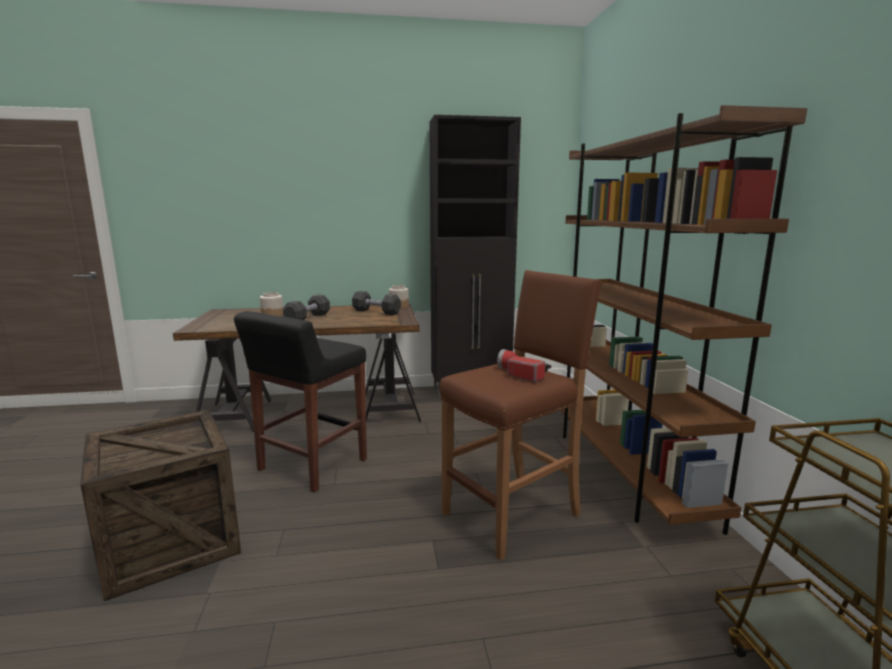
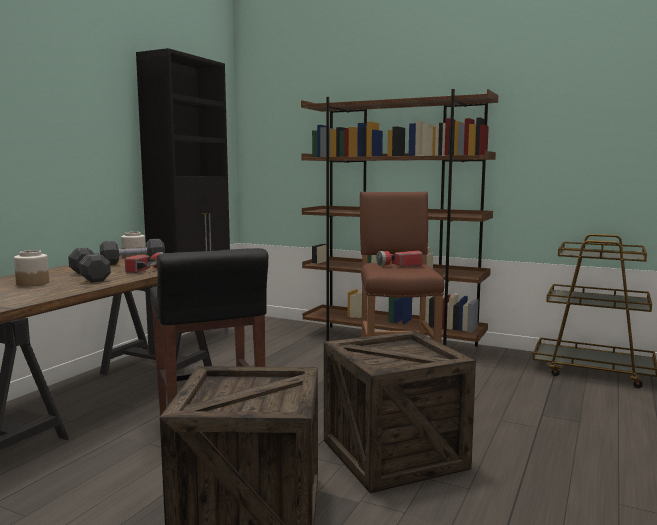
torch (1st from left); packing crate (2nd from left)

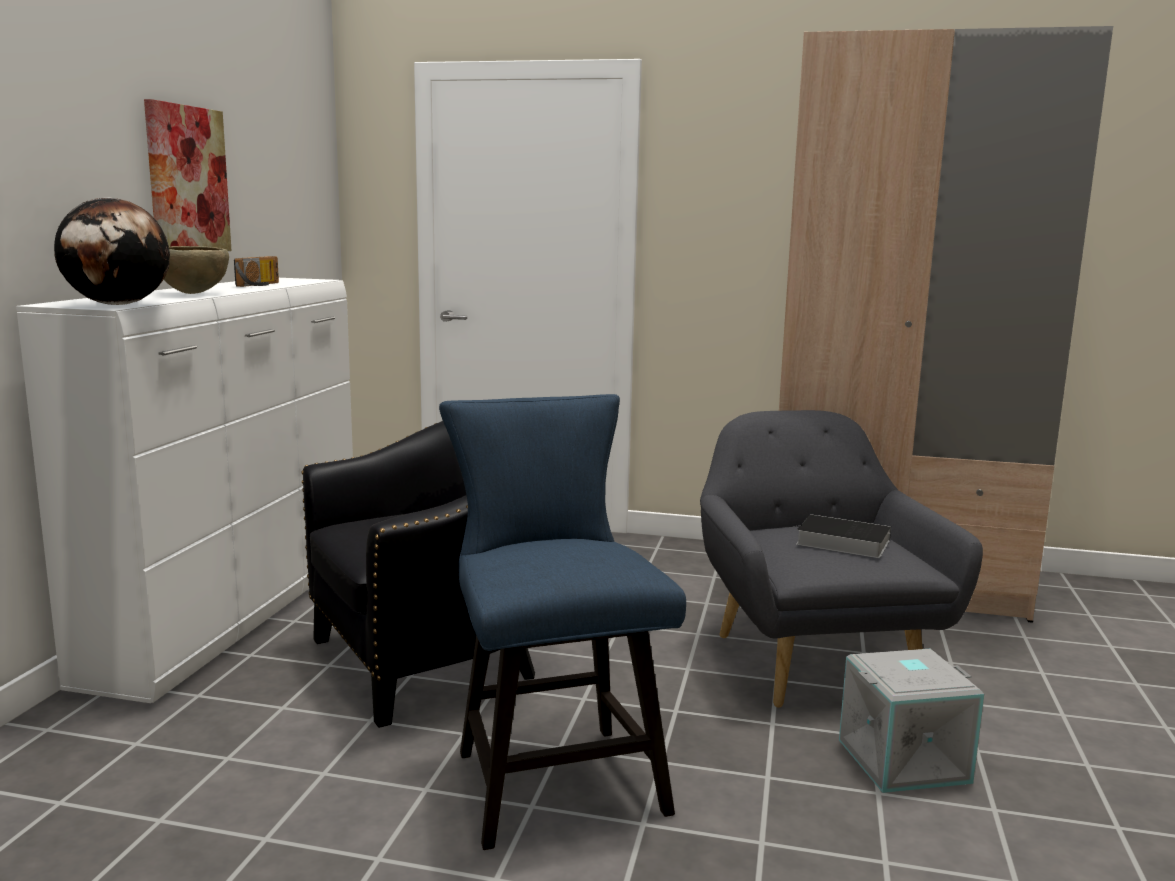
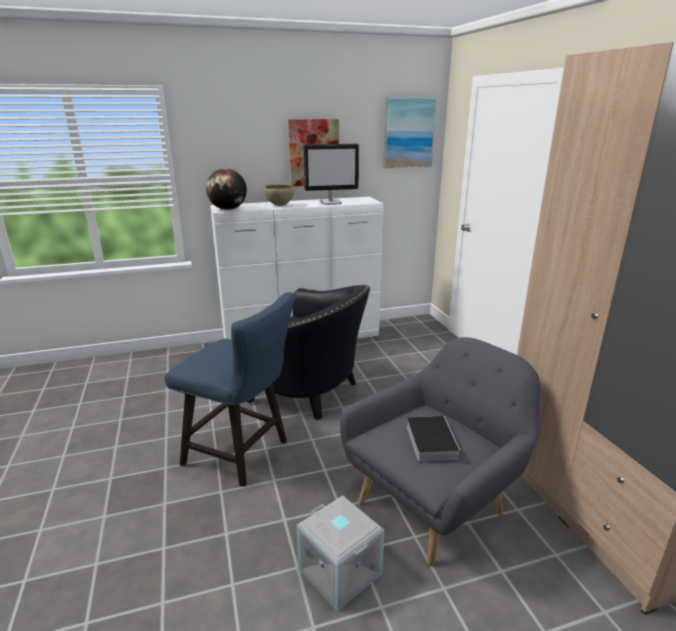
monitor; blue-coloured plain chair; wall picture (2nd from left)

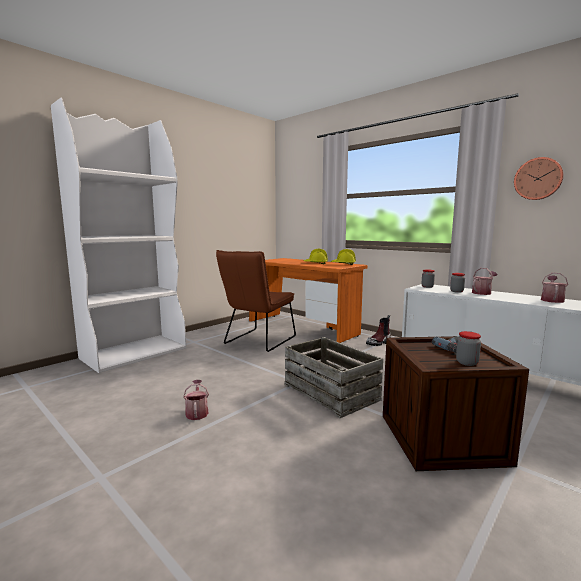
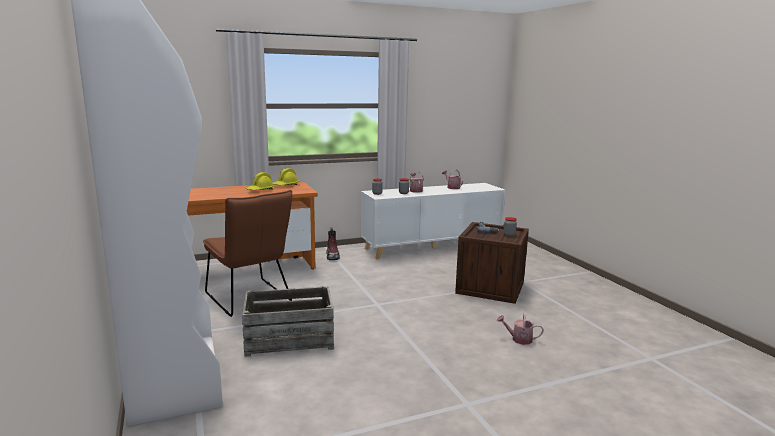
watering can (3rd from left); packing crate (1st from left); clock on the wall

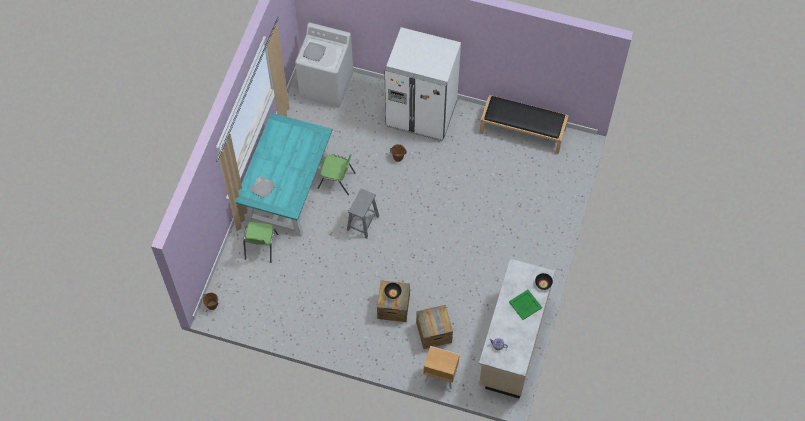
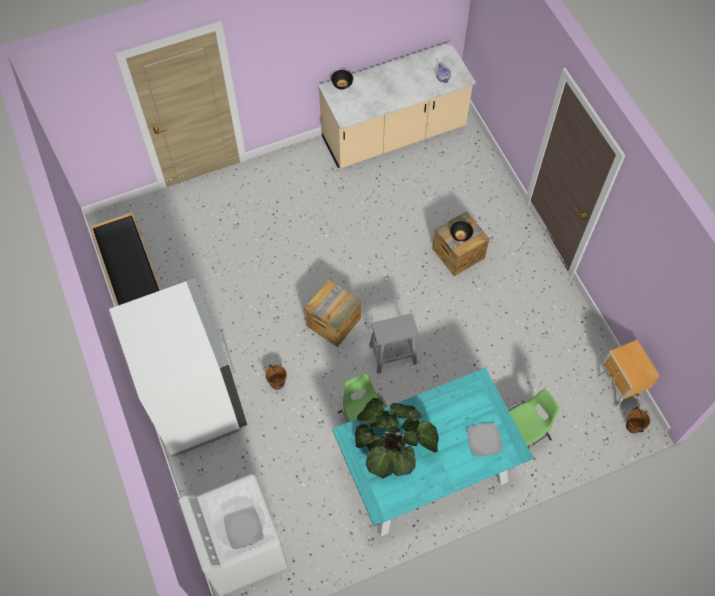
packing crate (1st from left); brownish bedside table; green-coloured serving tray; potted plant

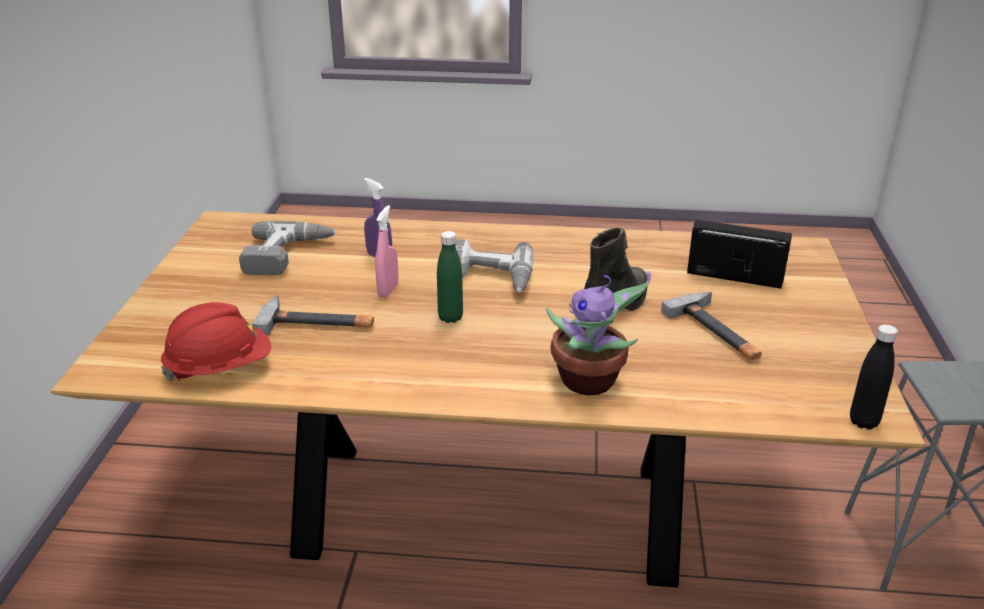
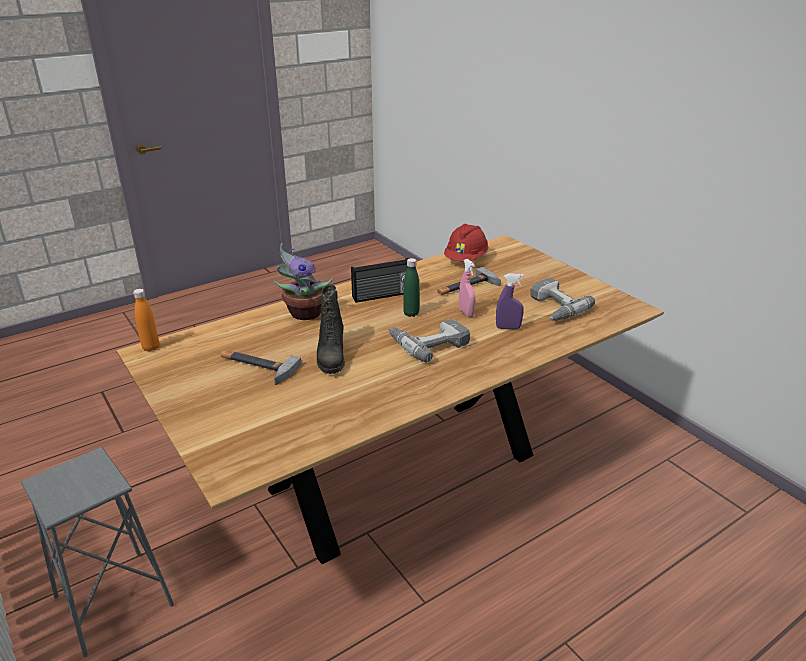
radio set; orange-coloured drink bottle

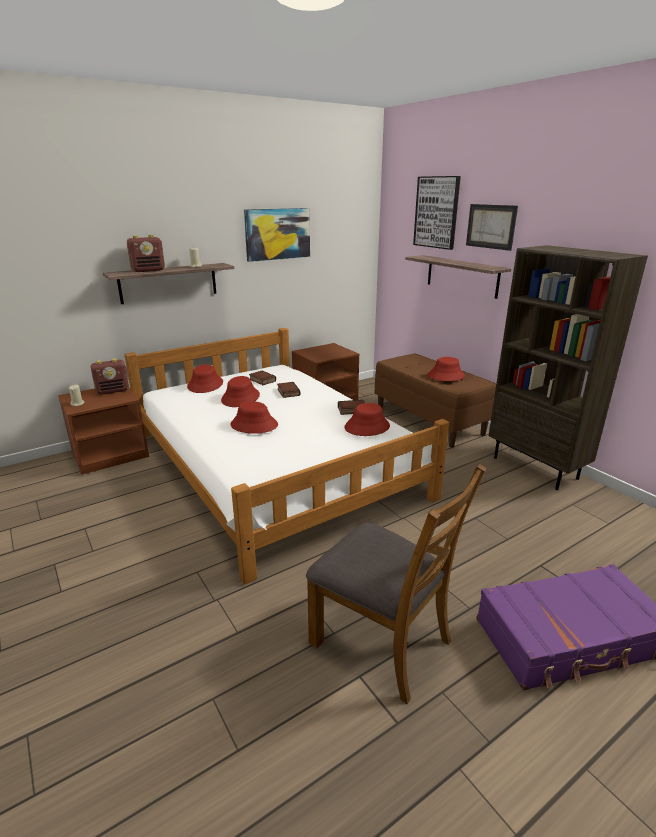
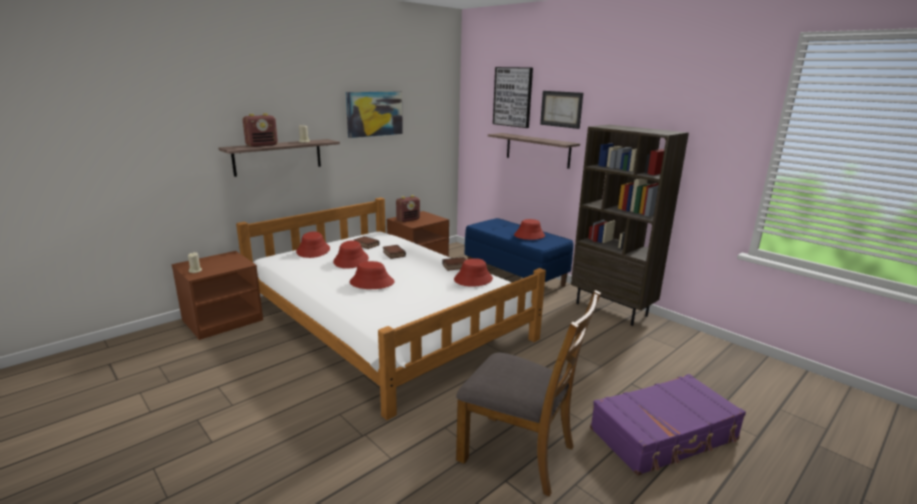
radio set (2nd from left); blue-coloured bench

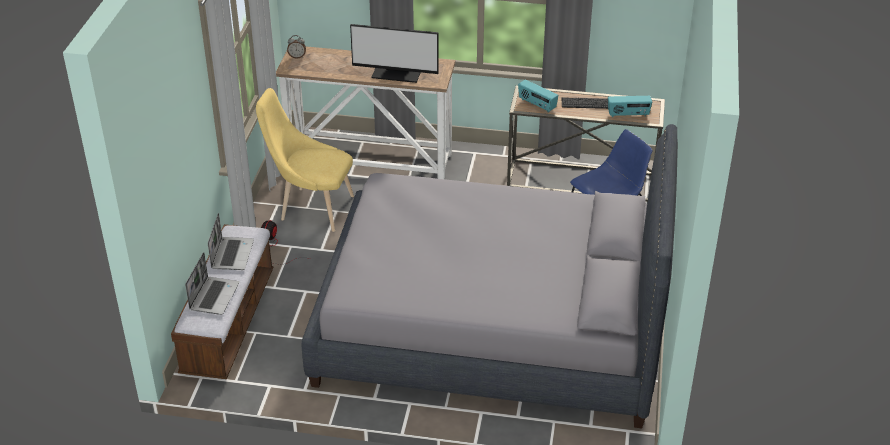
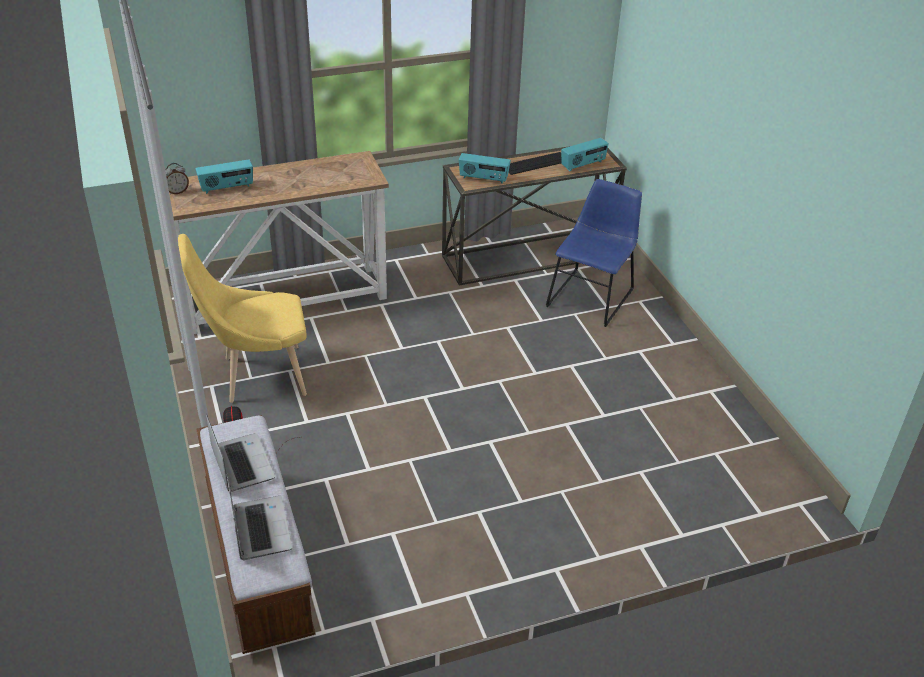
greyish bedroom bed; monitor; radio set (1st from left)

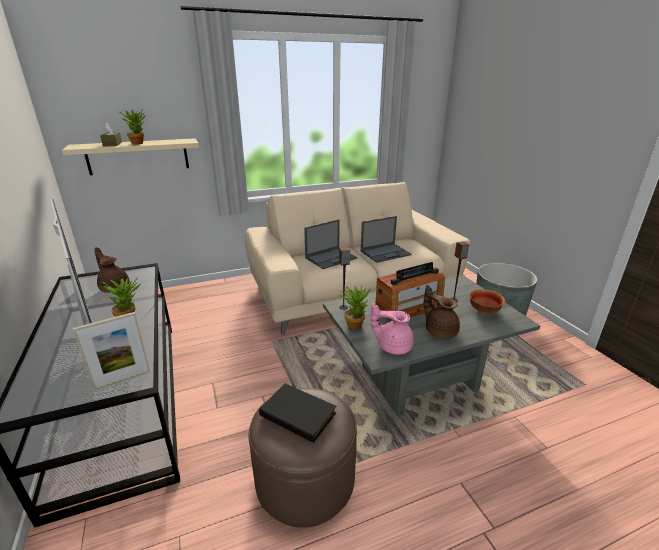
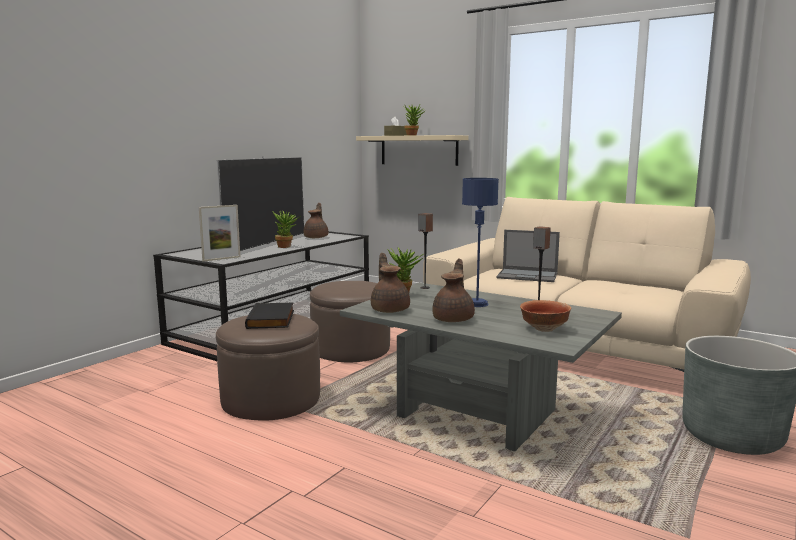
photo frame; portable computer (2nd from left in the first image); brownish tea pot (2nd from left); blue-coloured table lamp; brownish ottoman (2nd from left)

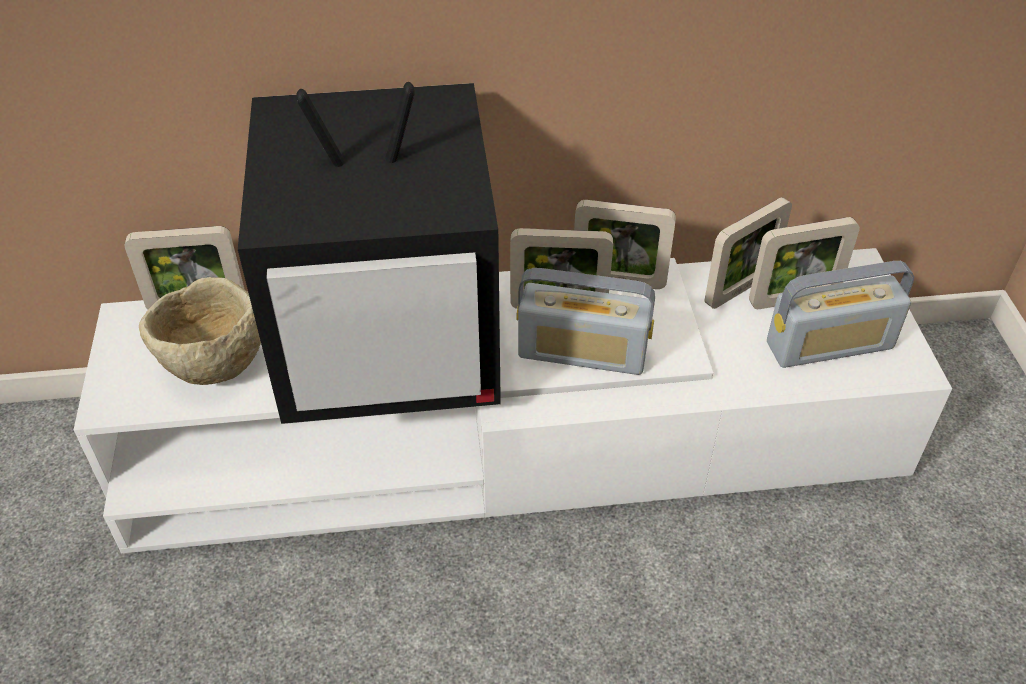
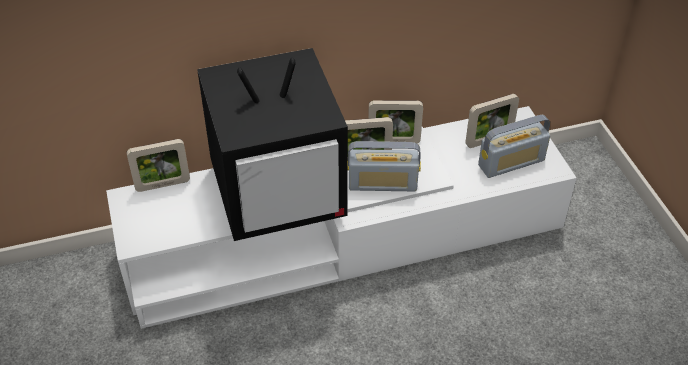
sand-coloured serving bowl; photo frame (4th from left in the first image)

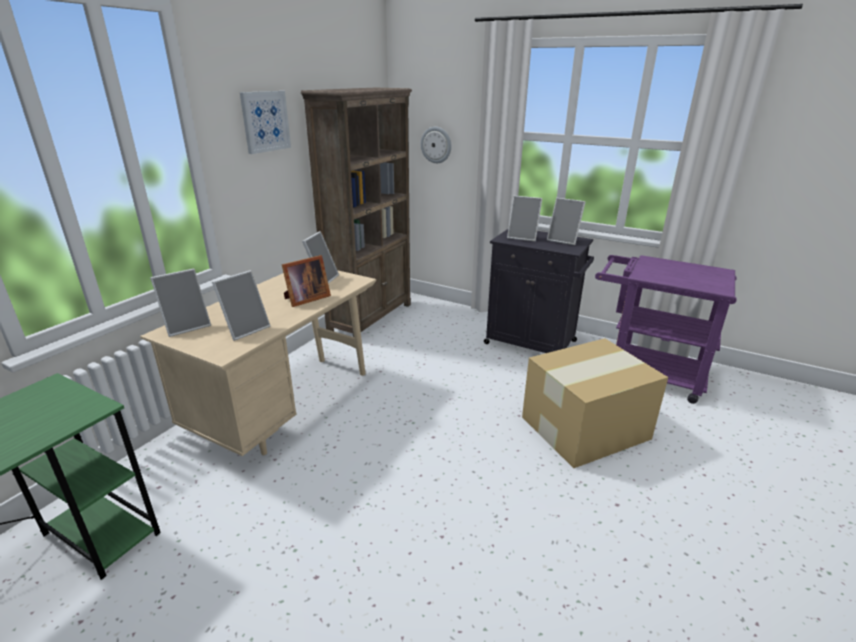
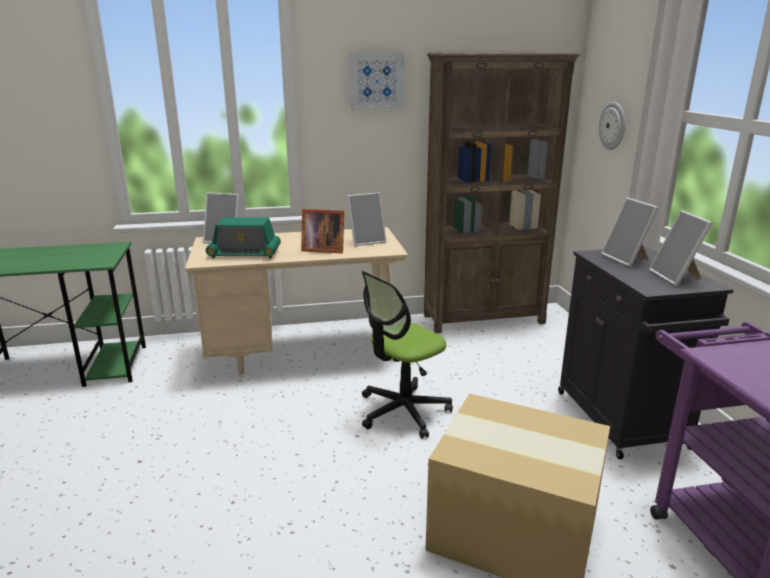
radio set; computer chair

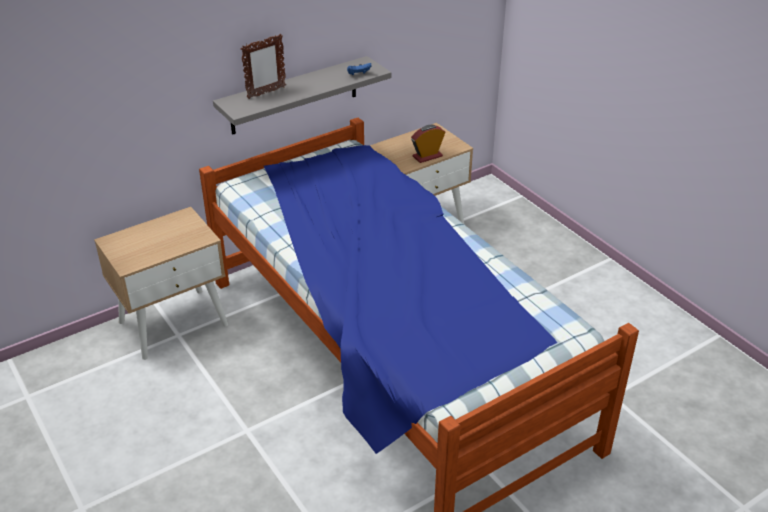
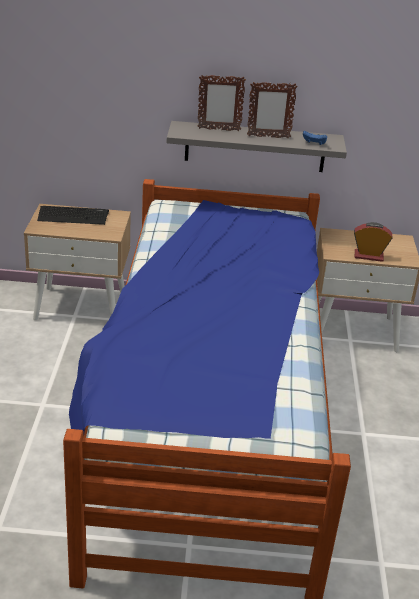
computer keyboard; photo frame (2nd from left)

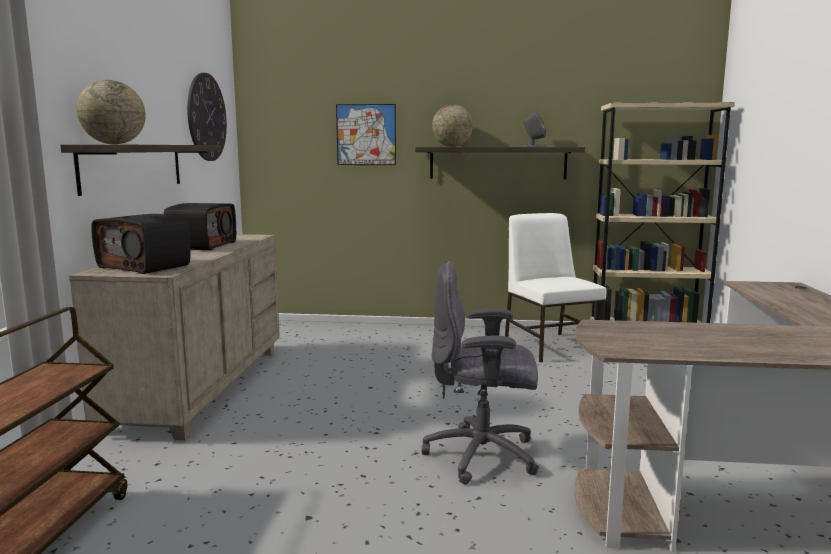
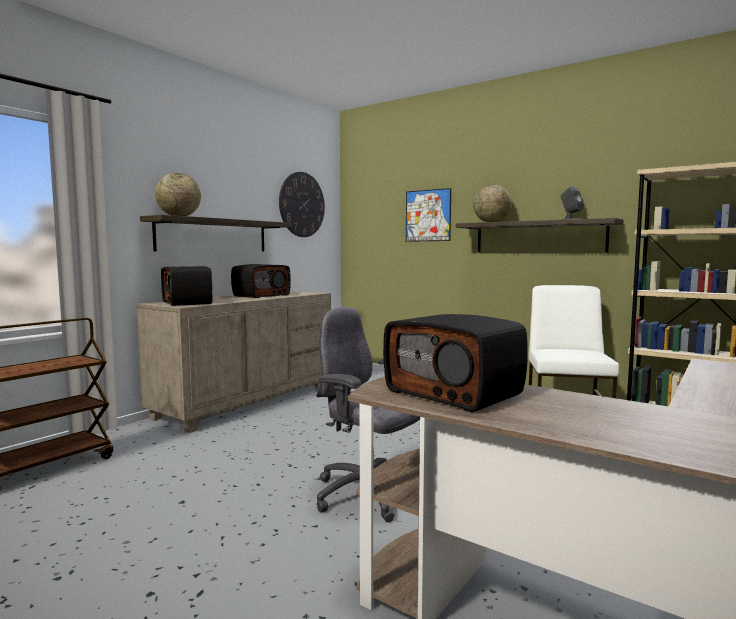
radio set (3rd from left)

